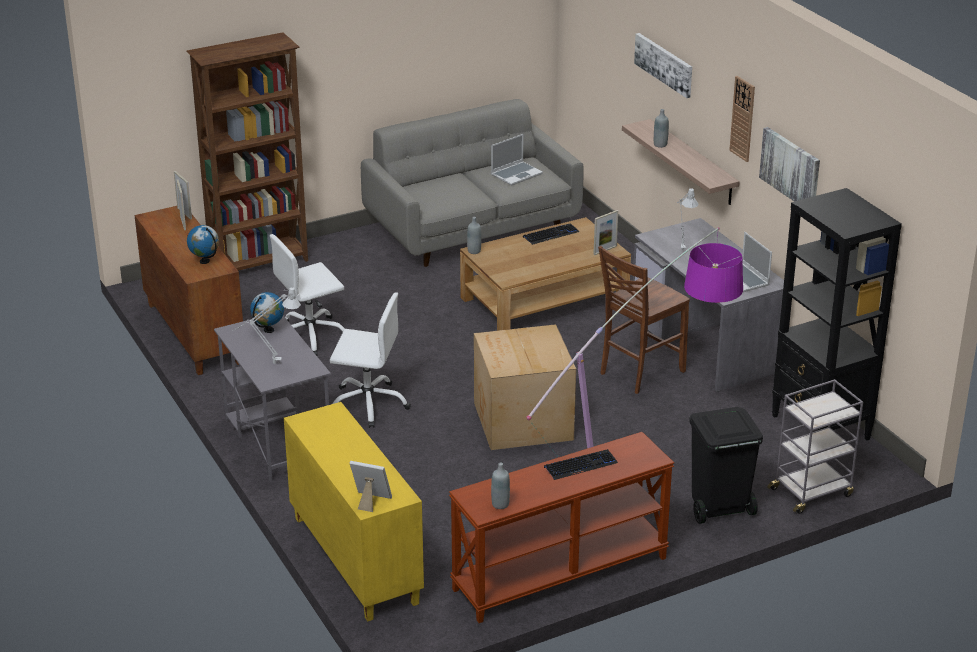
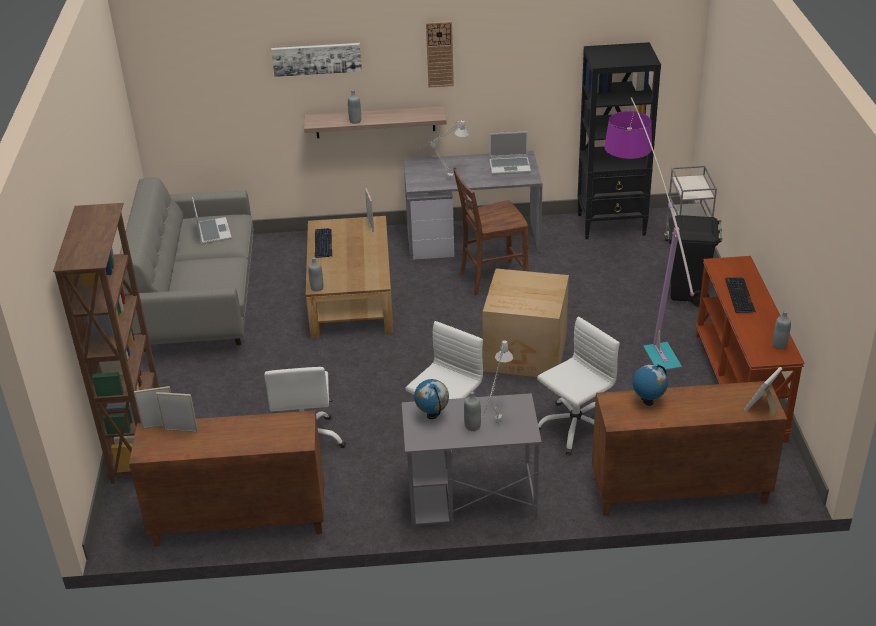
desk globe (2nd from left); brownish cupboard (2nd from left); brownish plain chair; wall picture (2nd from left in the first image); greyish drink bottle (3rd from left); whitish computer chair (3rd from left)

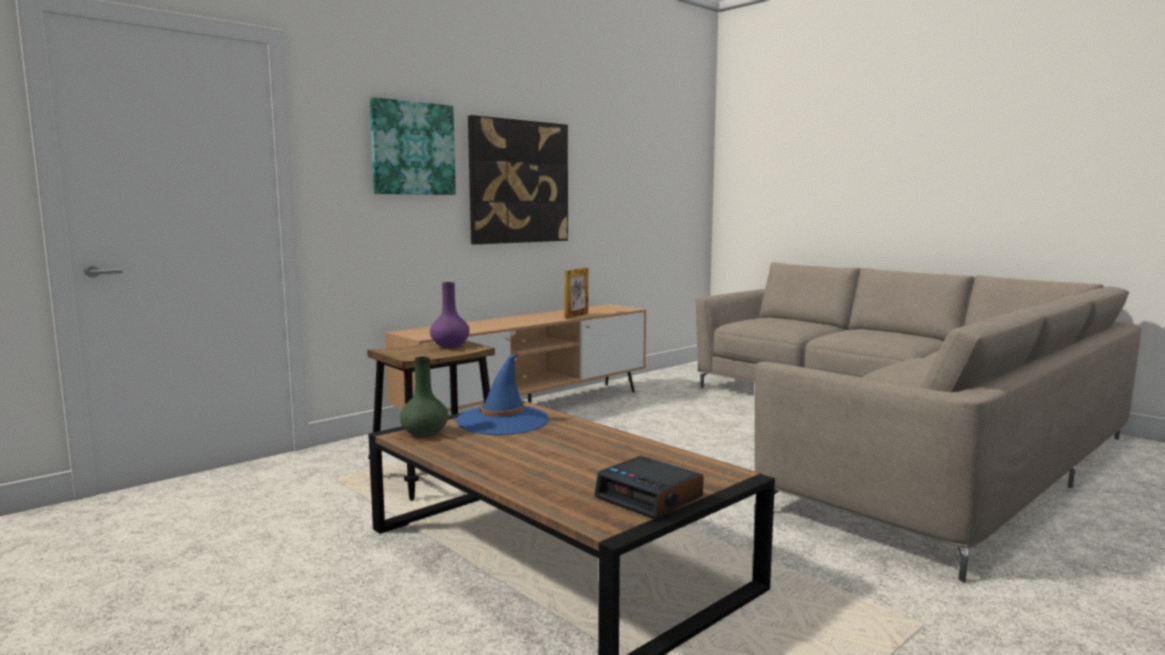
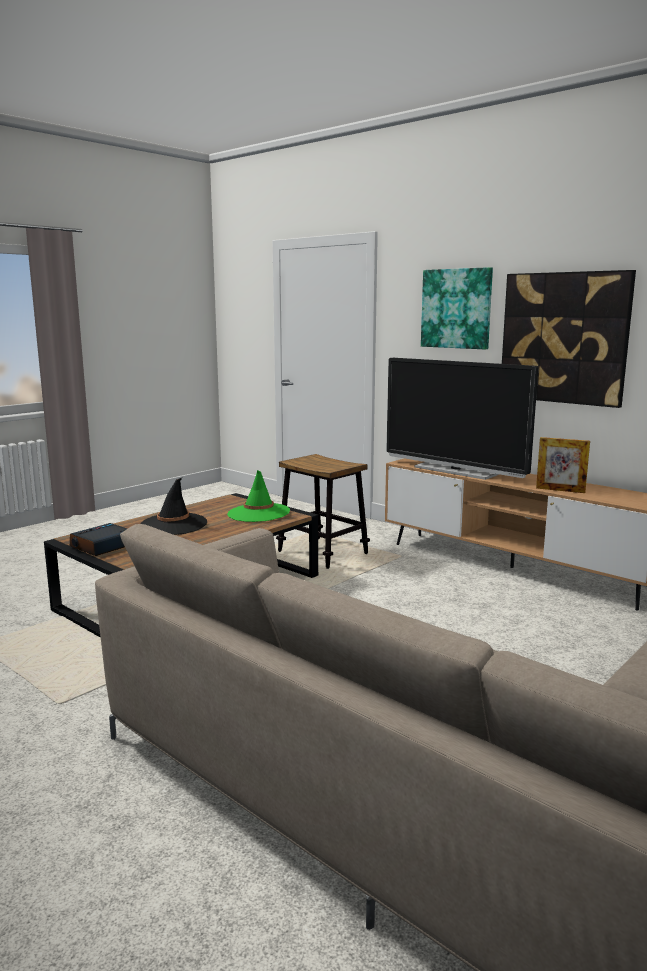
green-coloured decorative vase; purple decorative vase; green-coloured clothing hat; blackish clothing hat; TV set

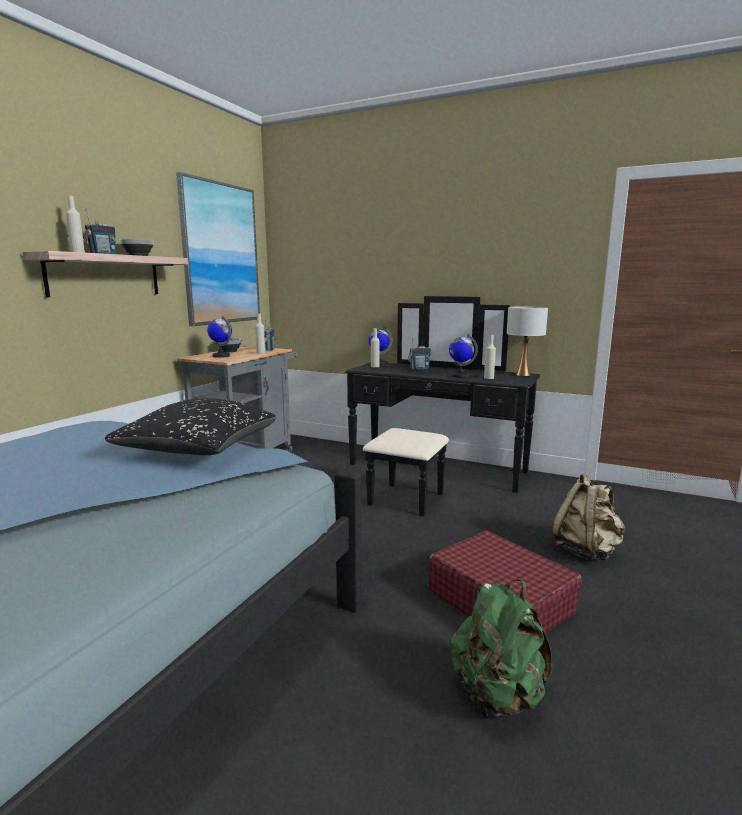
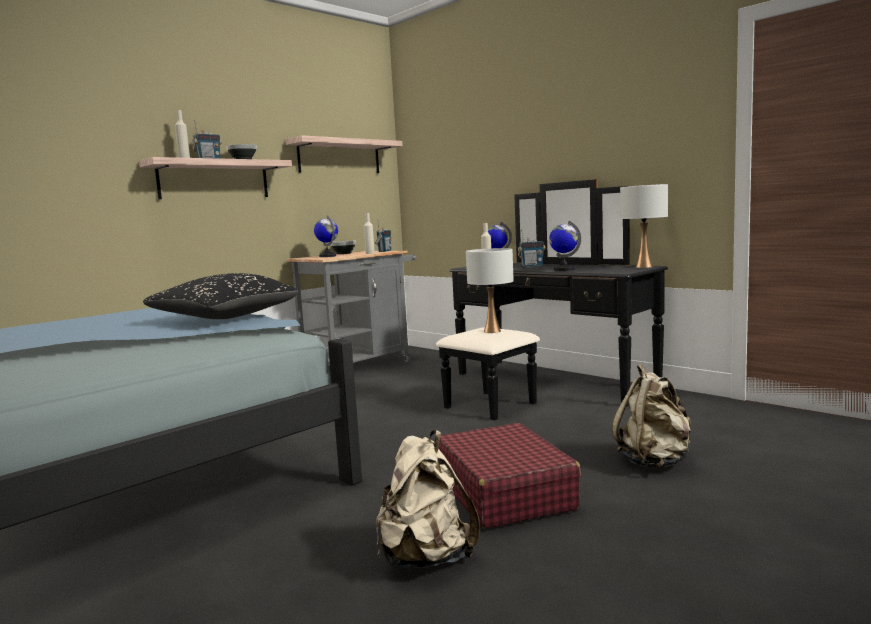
shelf (2nd from left); sand-coloured knapsack (1st from left); sand-coloured drink bottle (4th from left in the first image); whitish table lamp (1st from left)

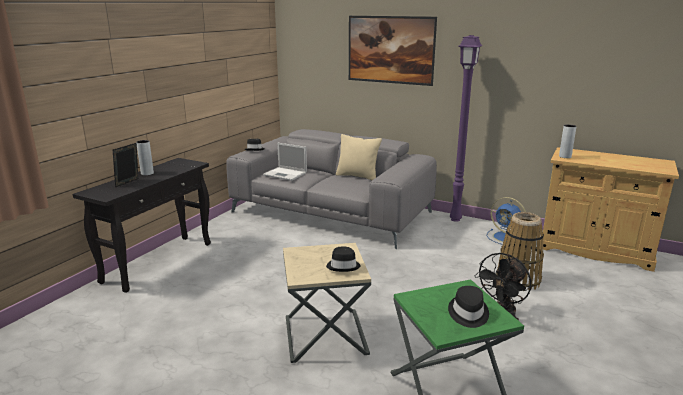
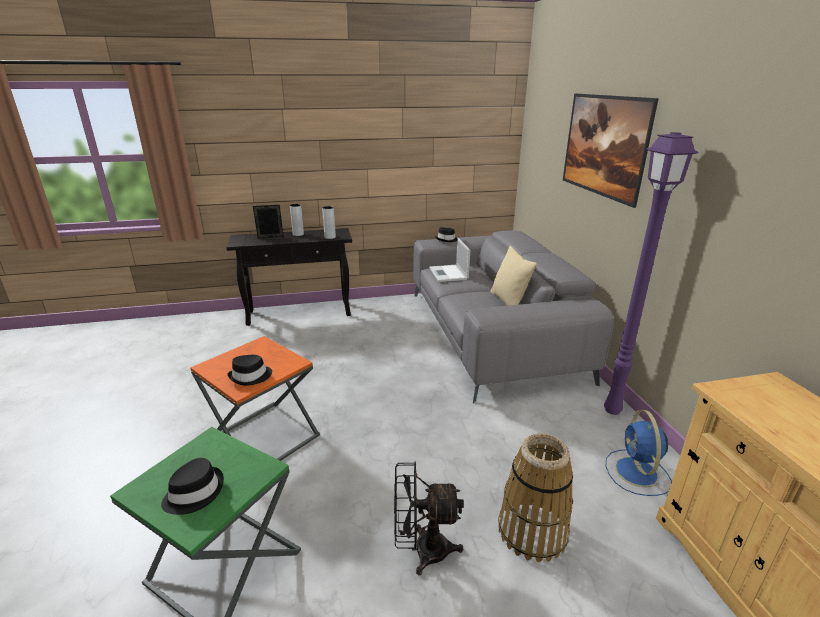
orange-coloured accent table; greyish decorative vase (2nd from left)

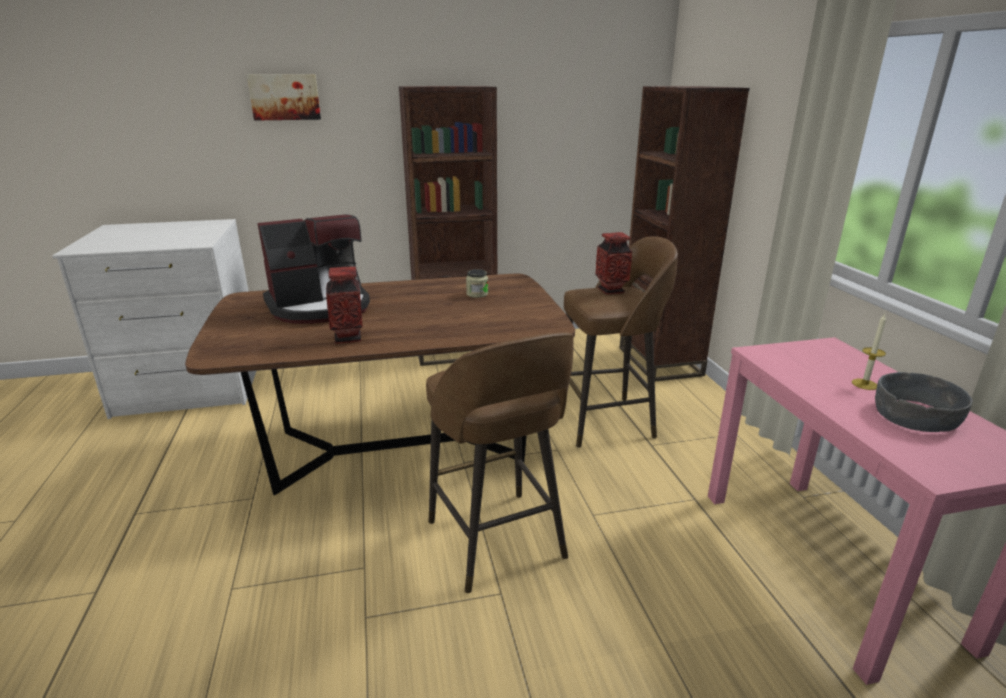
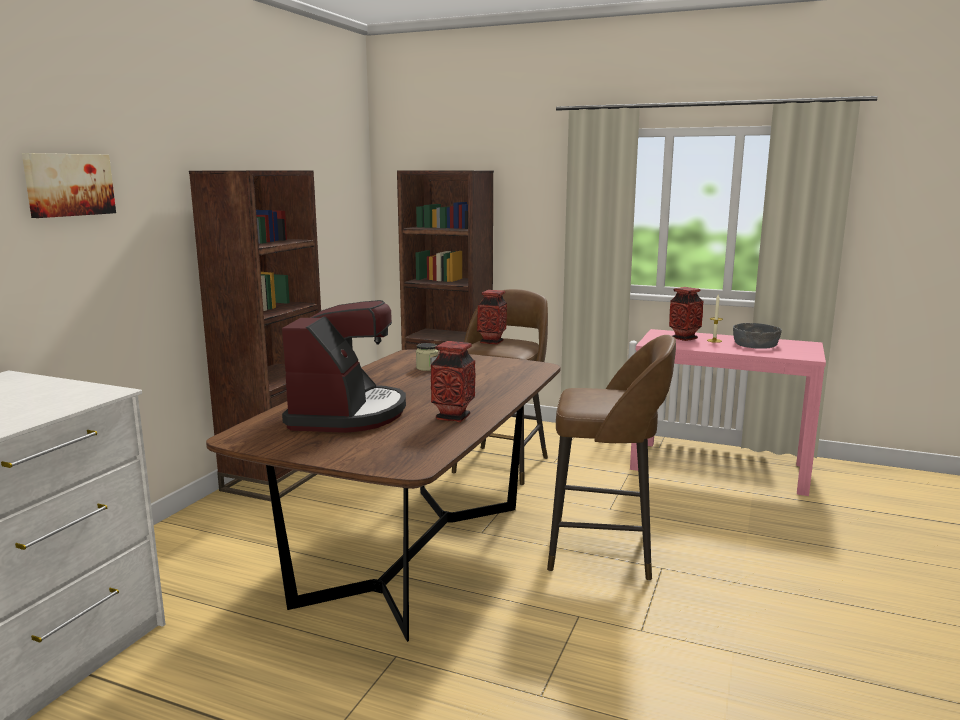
decorative vase (3rd from left)

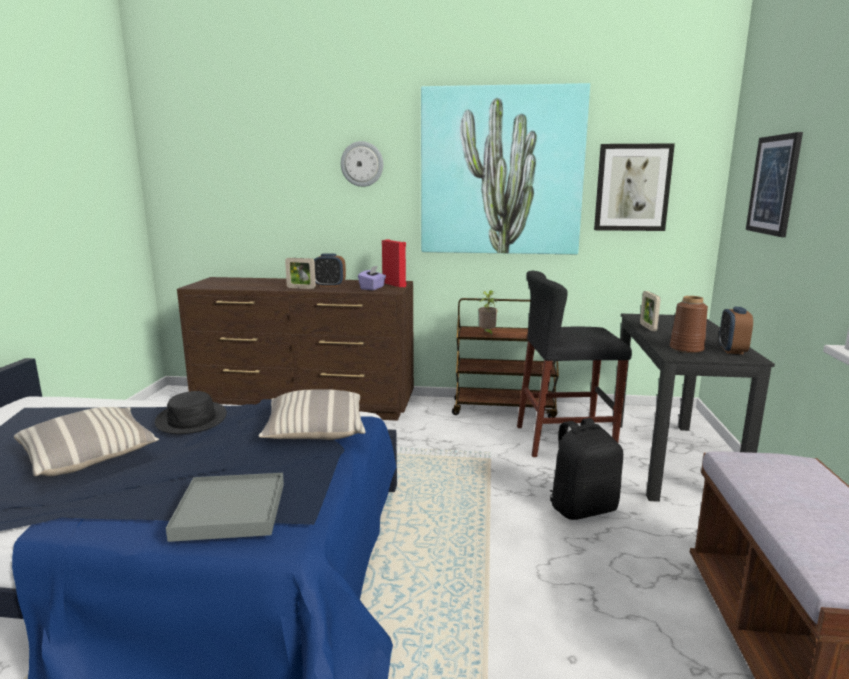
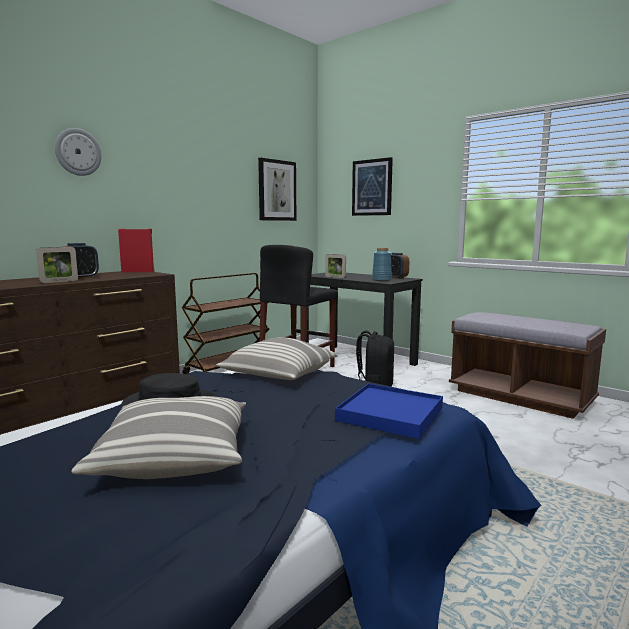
blue-coloured serving tray; purple tissue box; wall picture (1st from left in the first image); potted plant; blue-coloured decorative vase

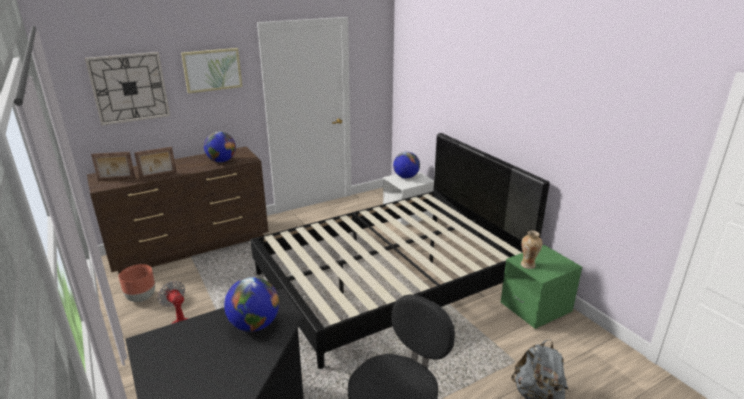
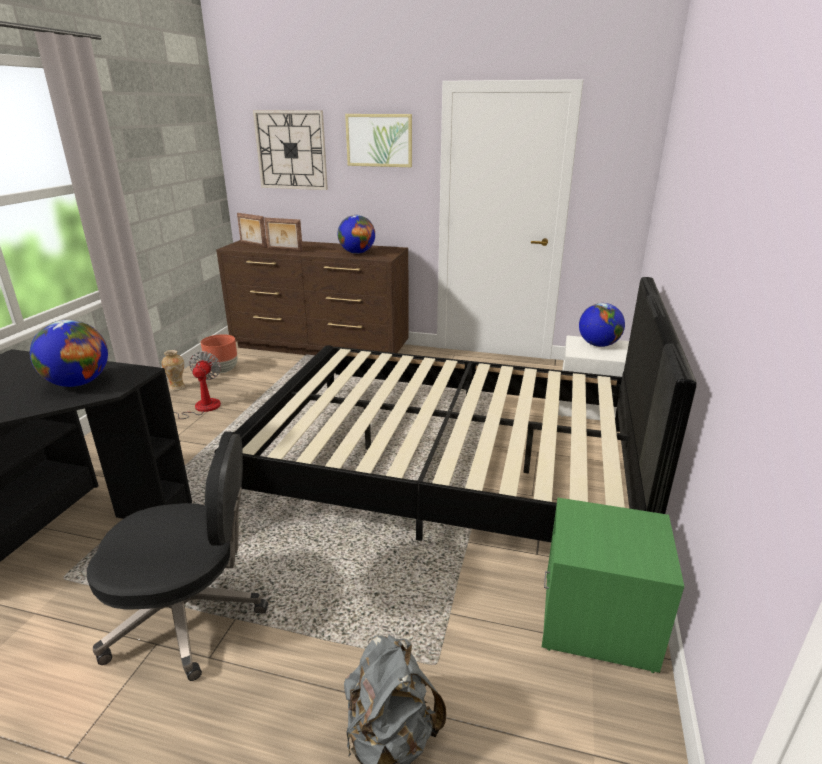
decorative vase

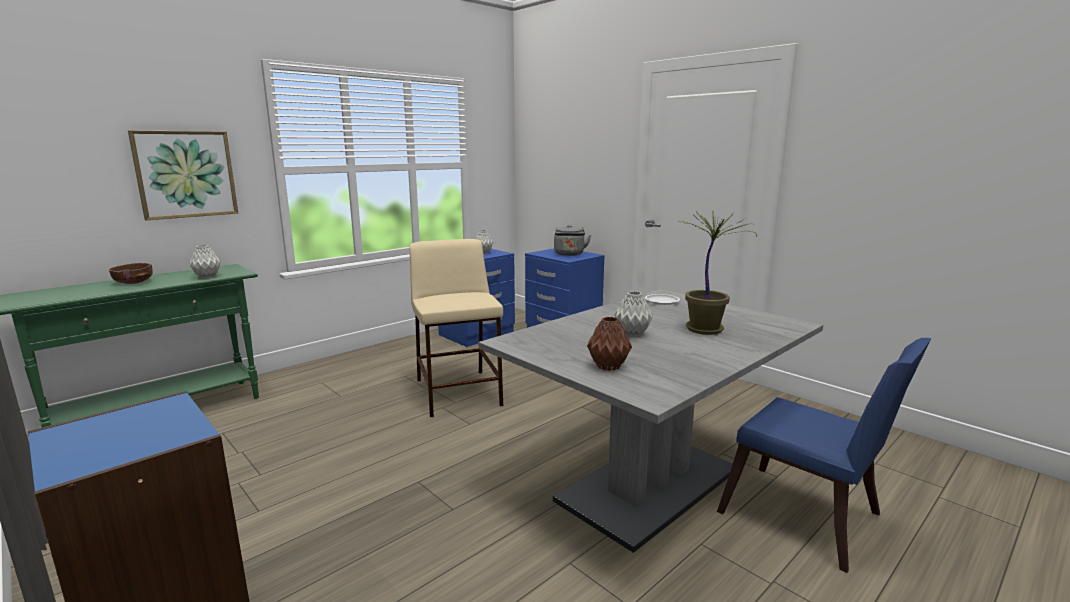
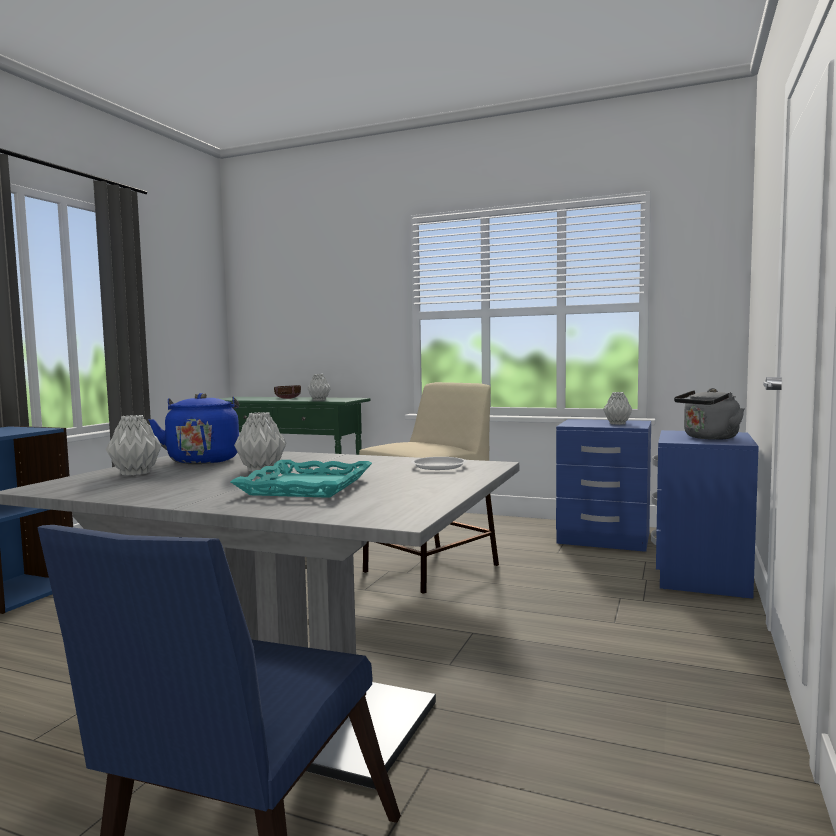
wall picture; greyish decorative vase (1st from left); turquoise-coloured serving tray; blue-coloured water kettle

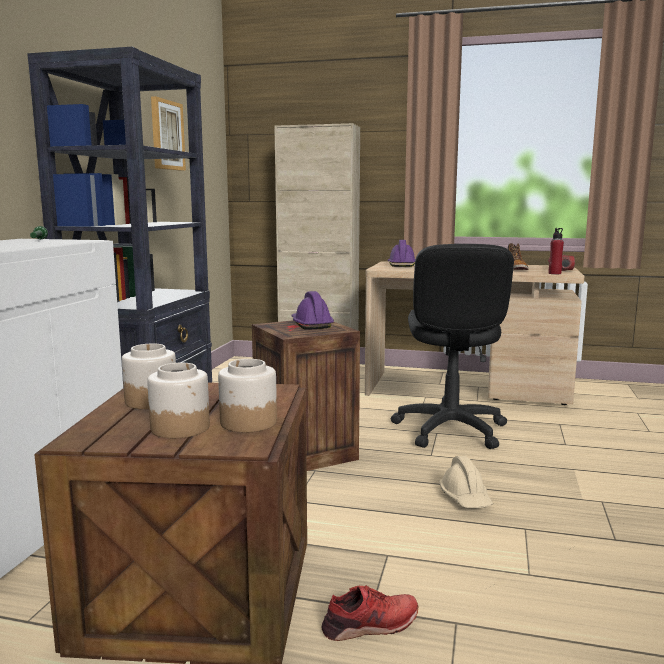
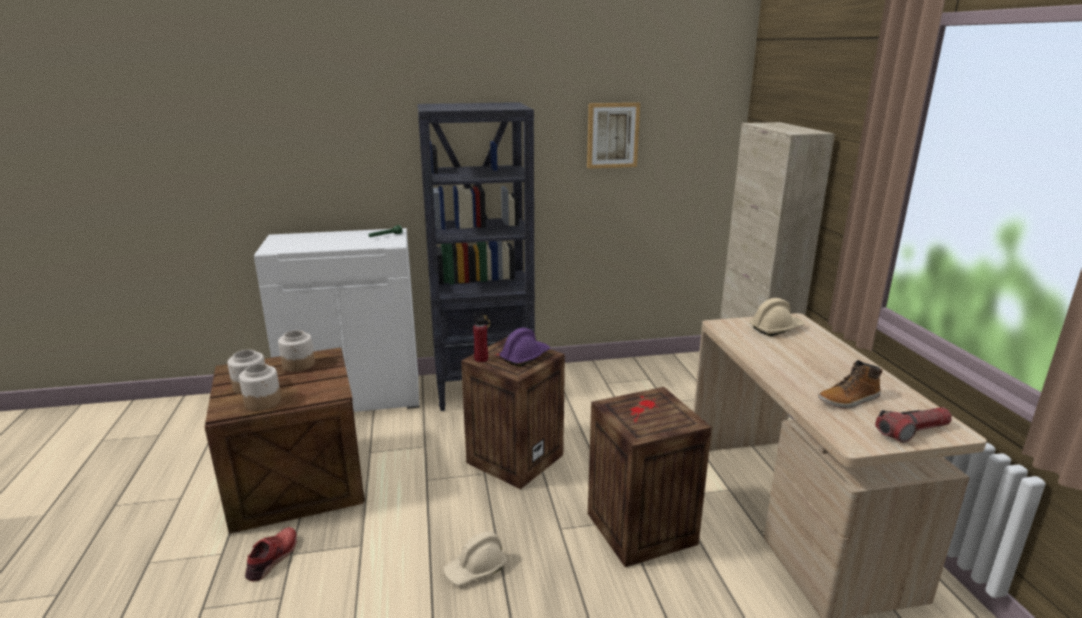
red-coloured item of footwear; sand-coloured hard hat (2nd from left); packing crate (3rd from left); red-coloured drink bottle

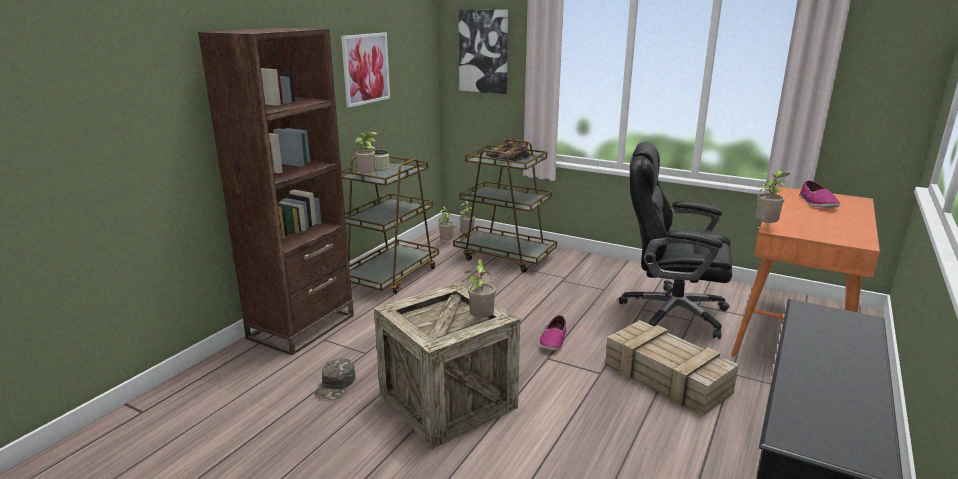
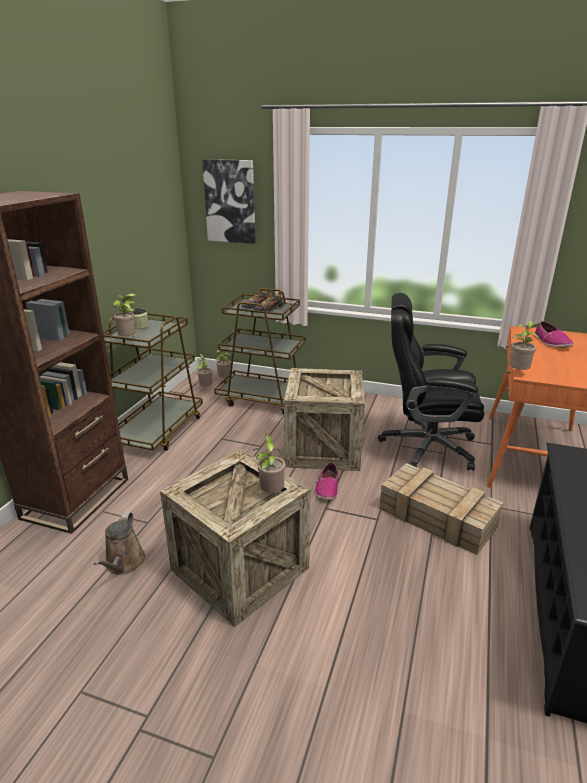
brownish watering can; wall picture (1st from left in the first image); packing crate (2nd from left)

